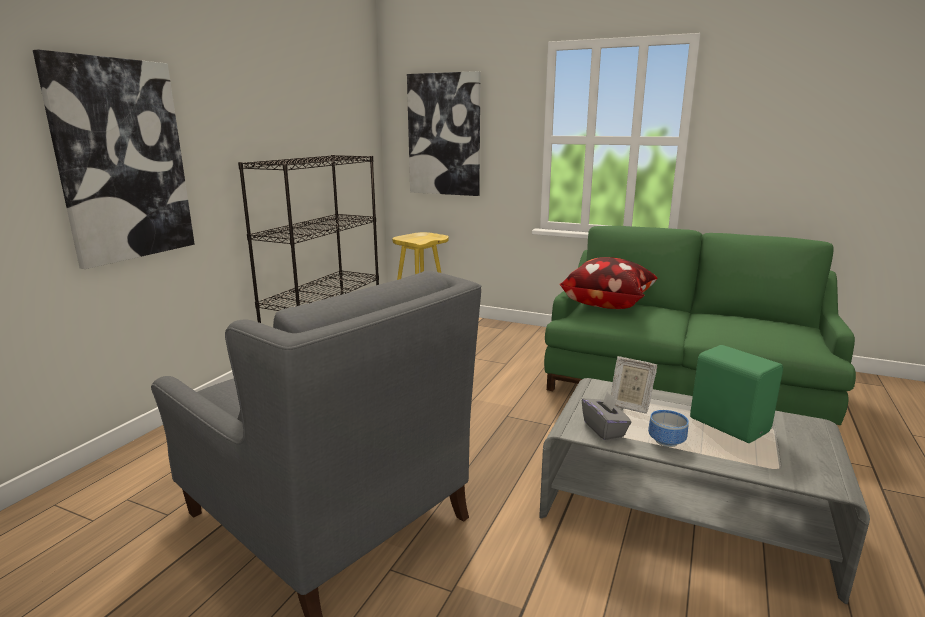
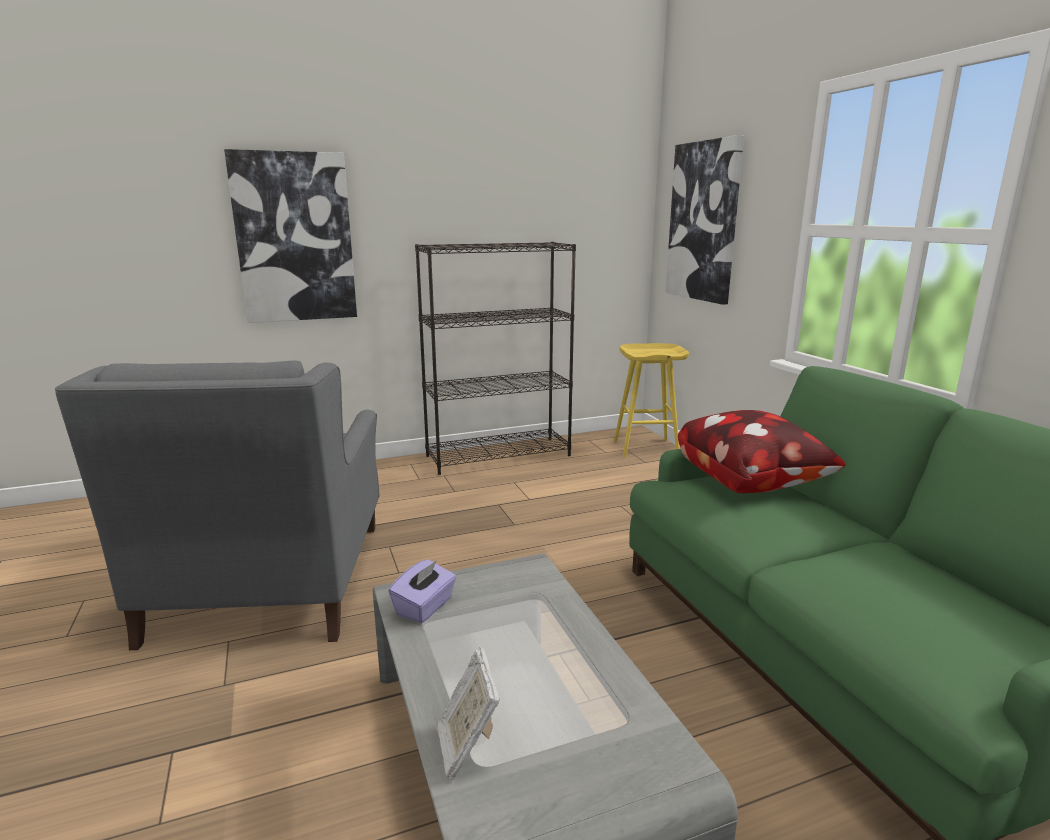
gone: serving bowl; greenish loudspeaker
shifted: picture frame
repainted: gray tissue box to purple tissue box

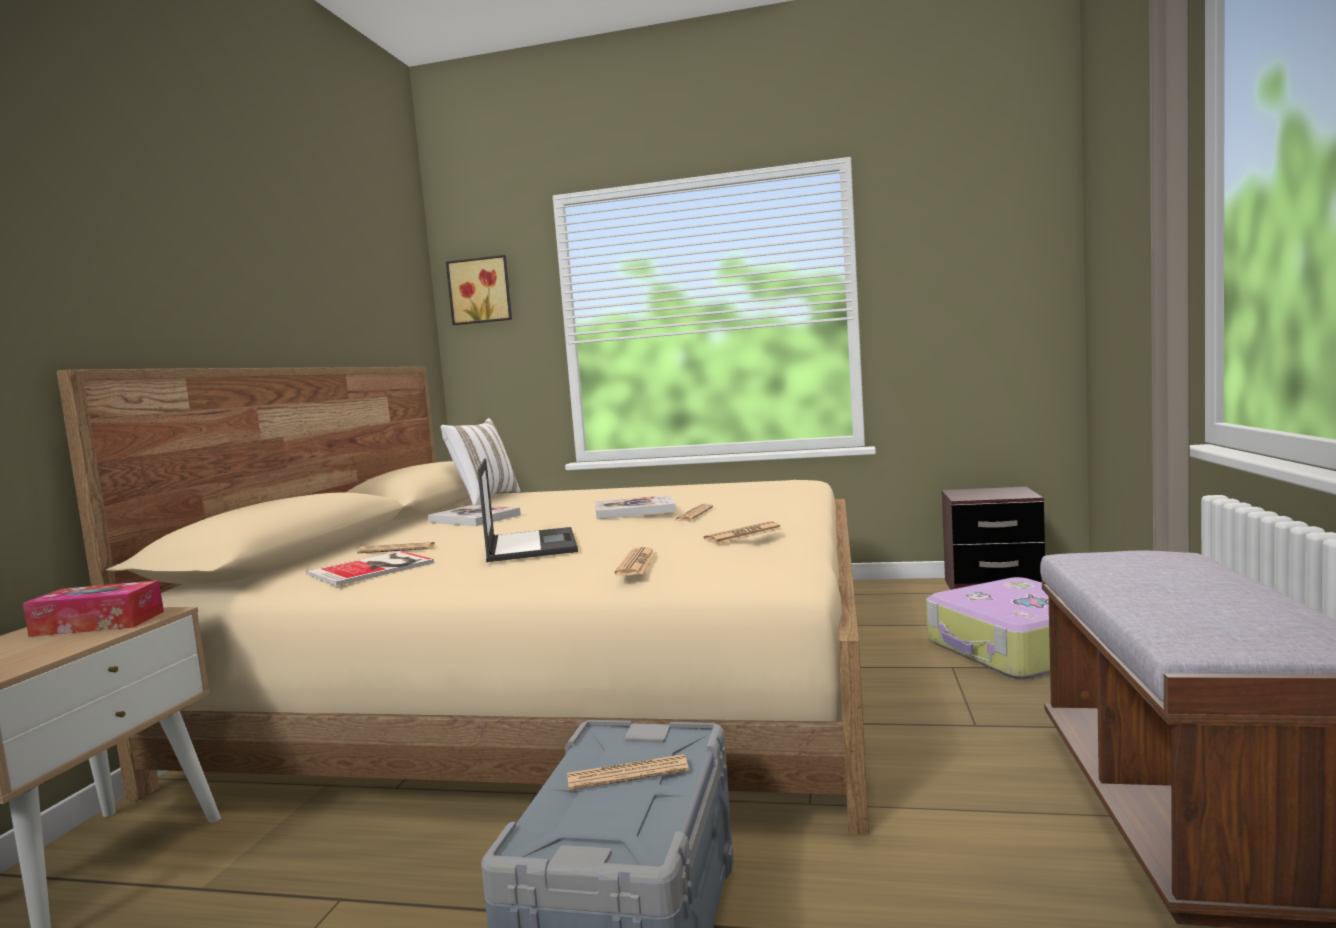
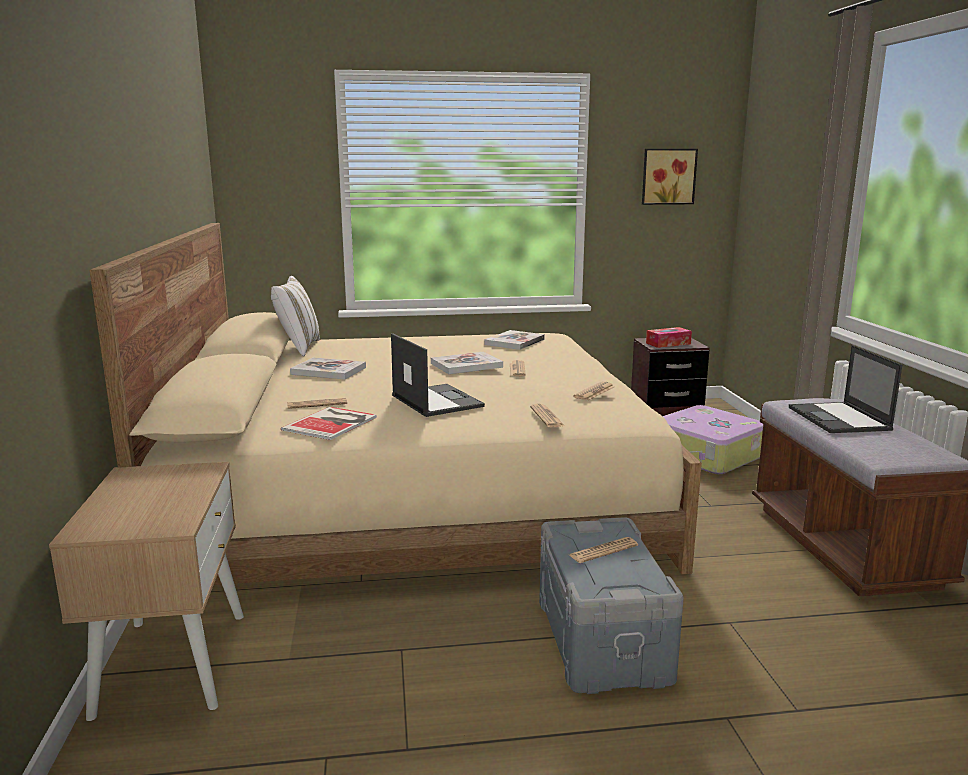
new: volume (no. 4 from left); laptop (no. 2 from left)
shifted: wall art; tissue box

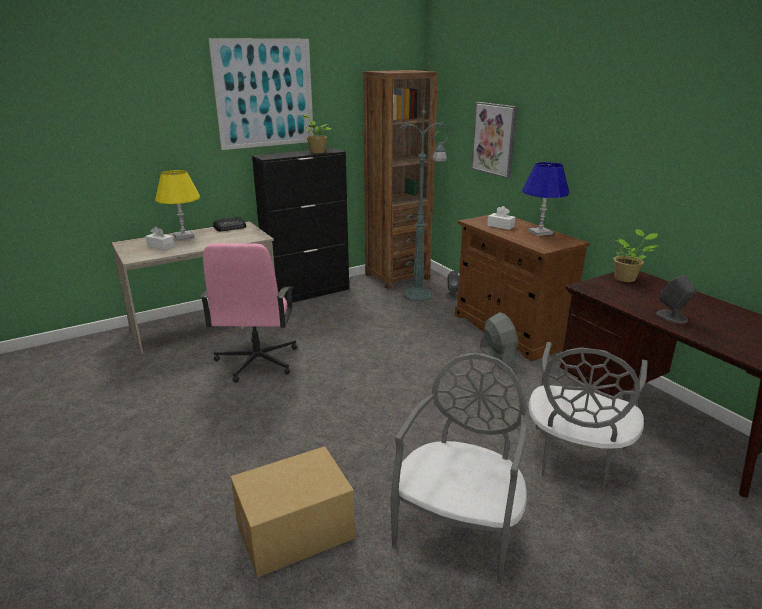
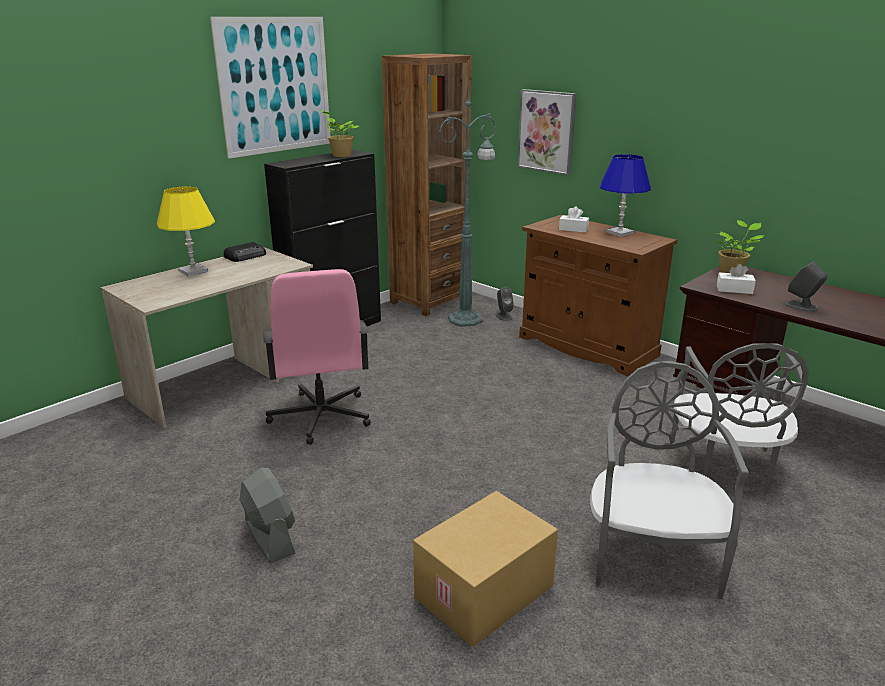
shifted: gray fan; white-coloured tissue box (no. 1 from left in the first image) to white-coloured tissue box (no. 2 from left)

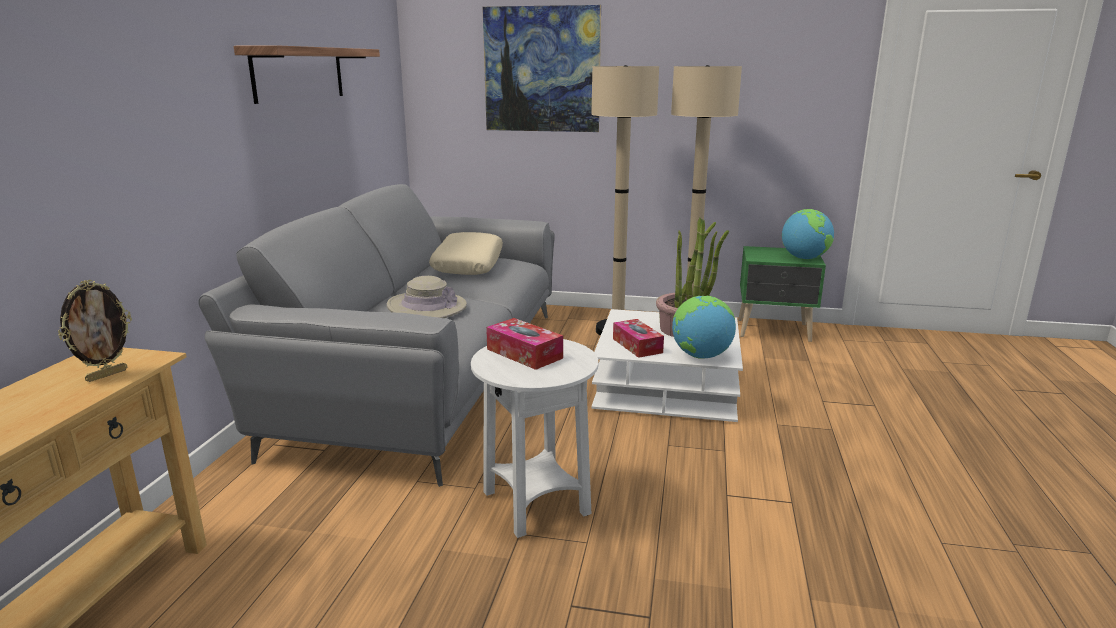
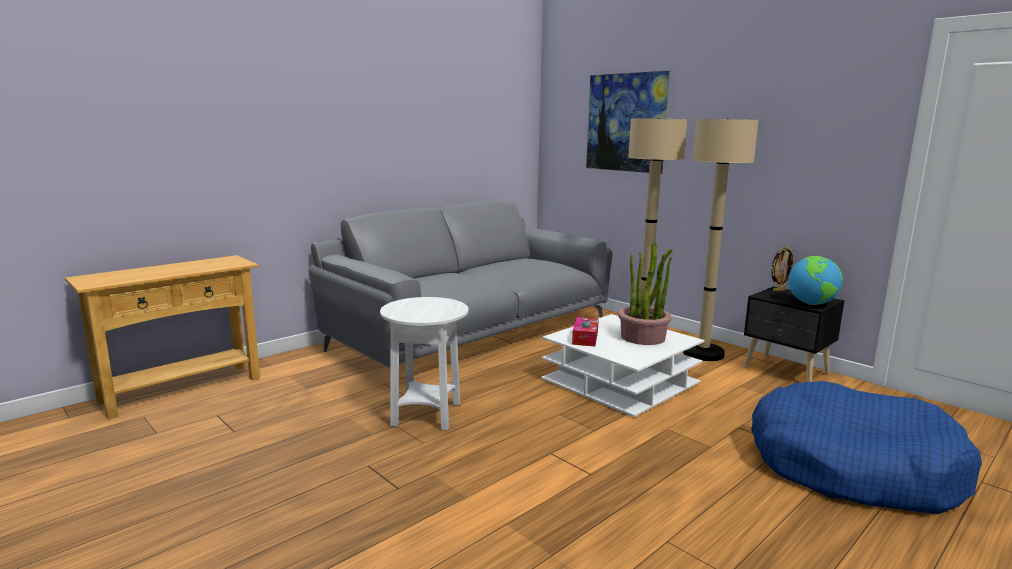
gone: shelf; sand-coloured clothing hat; sand-coloured throw pillow; tissue box (no. 1 from left); globe (no. 1 from left)
new: bluish pet bed
shifted: picture frame
repainted: greenish bedside table to black-coloured bedside table

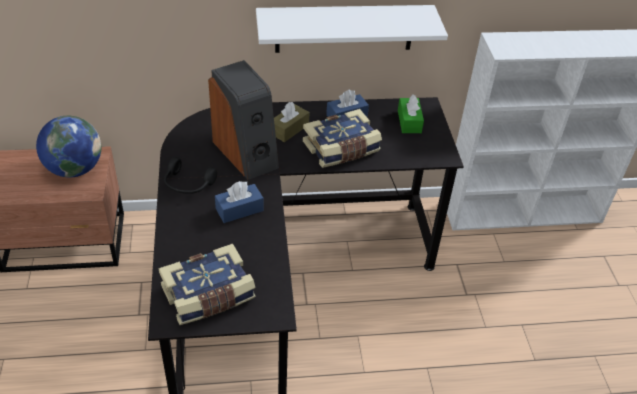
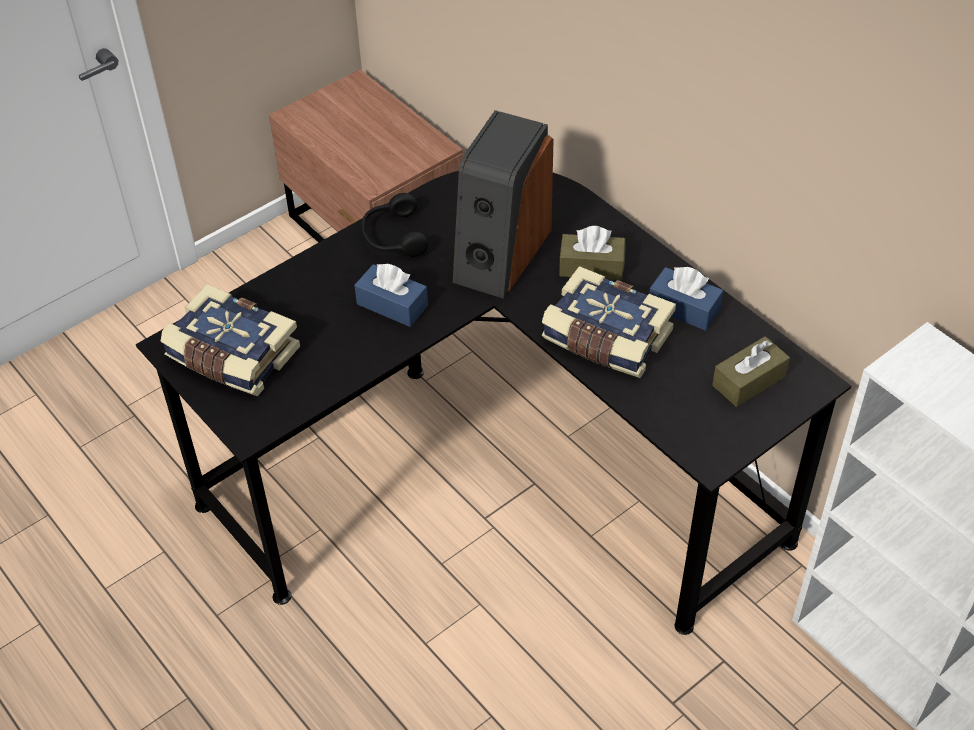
gone: globe; white-coloured shelf
repainted: greenish tissue box to brown-coloured tissue box (no. 2 from left)

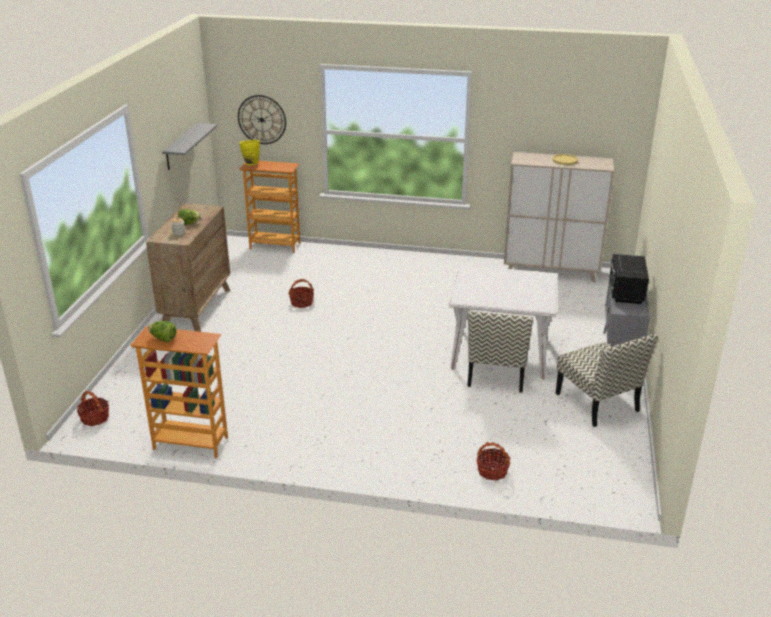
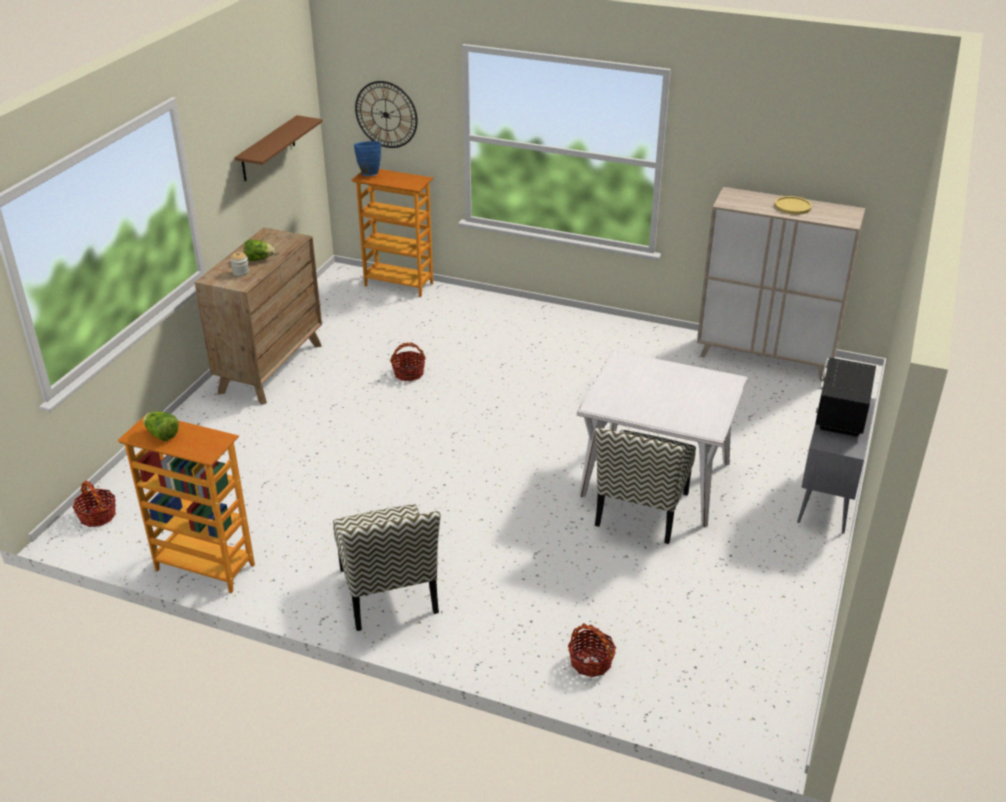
shifted: plain chair (no. 2 from left in the first image) to plain chair (no. 1 from left)
repainted: gray shelf to brown-coloured shelf; yellowish vase to bluish vase

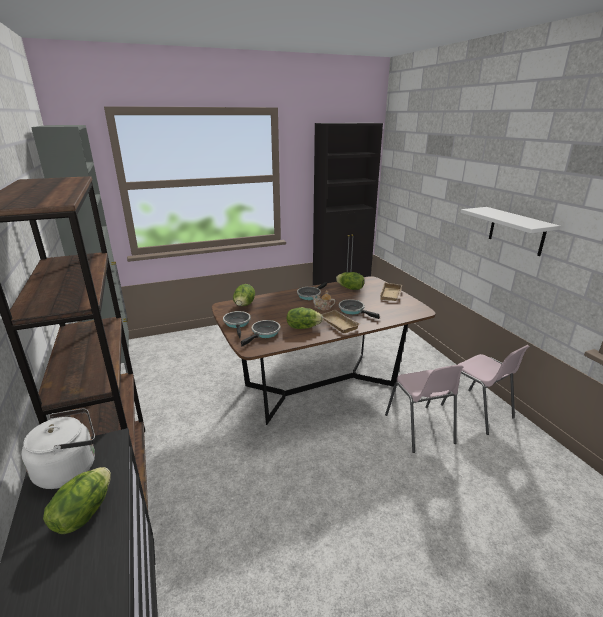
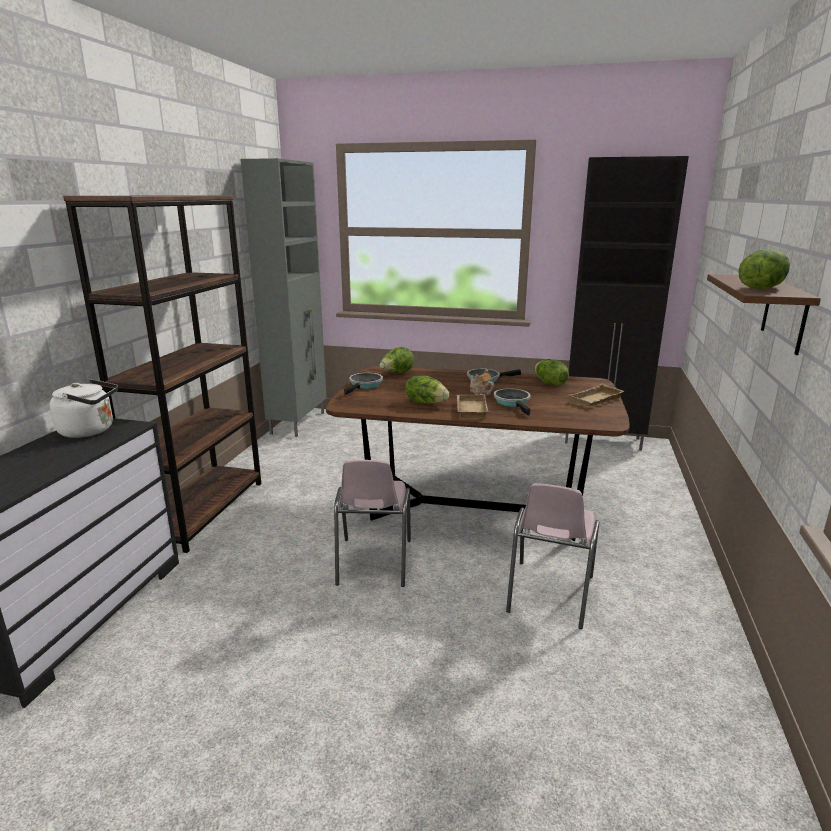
gone: frying pan (no. 2 from left)
shifted: pink plain chair (no. 2 from left in the first image) to pink plain chair (no. 1 from left); lettuce (no. 1 from left in the first image) to lettuce (no. 4 from left)
repainted: white-coloured shelf to brown-coloured shelf

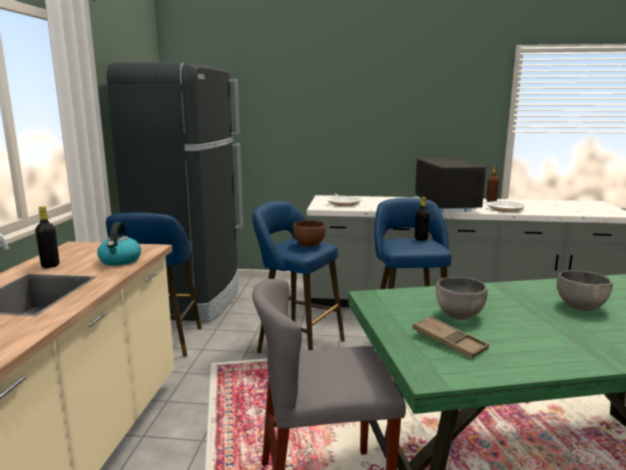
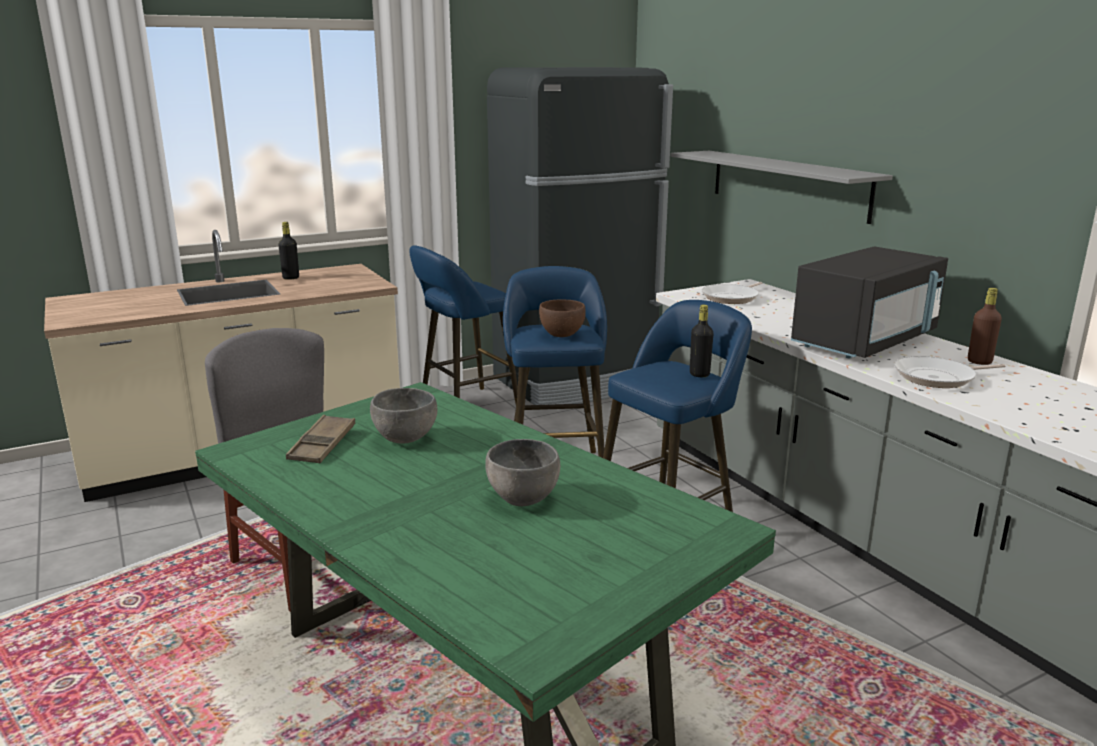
gone: tea kettle
new: gray shelf

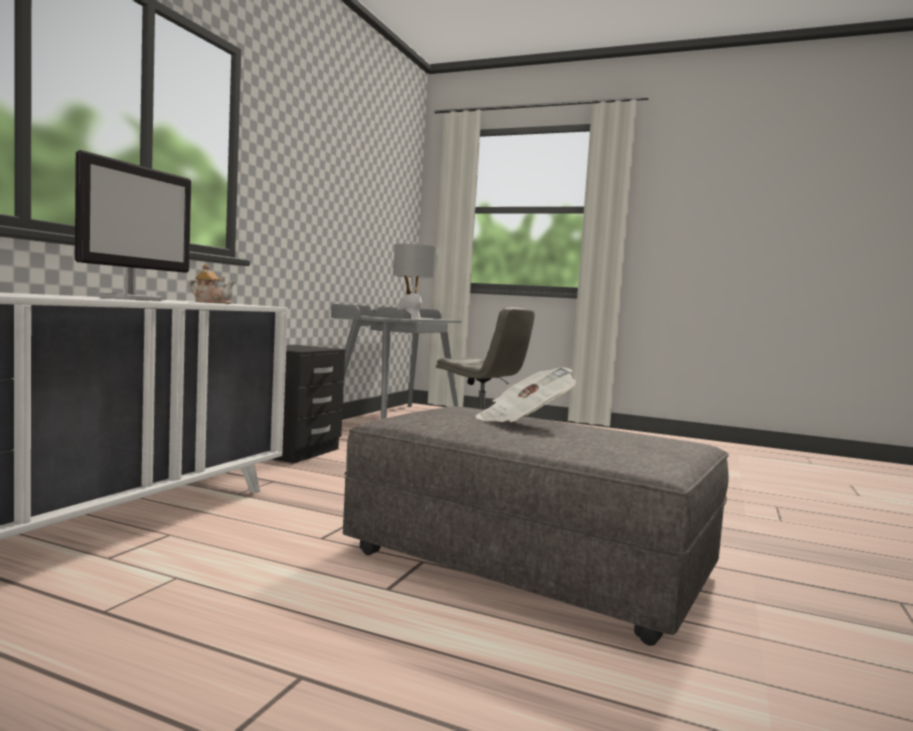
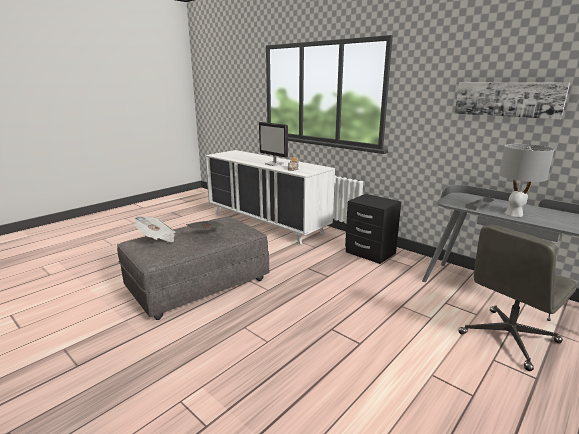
new: newspaper (no. 1 from left); wall art

